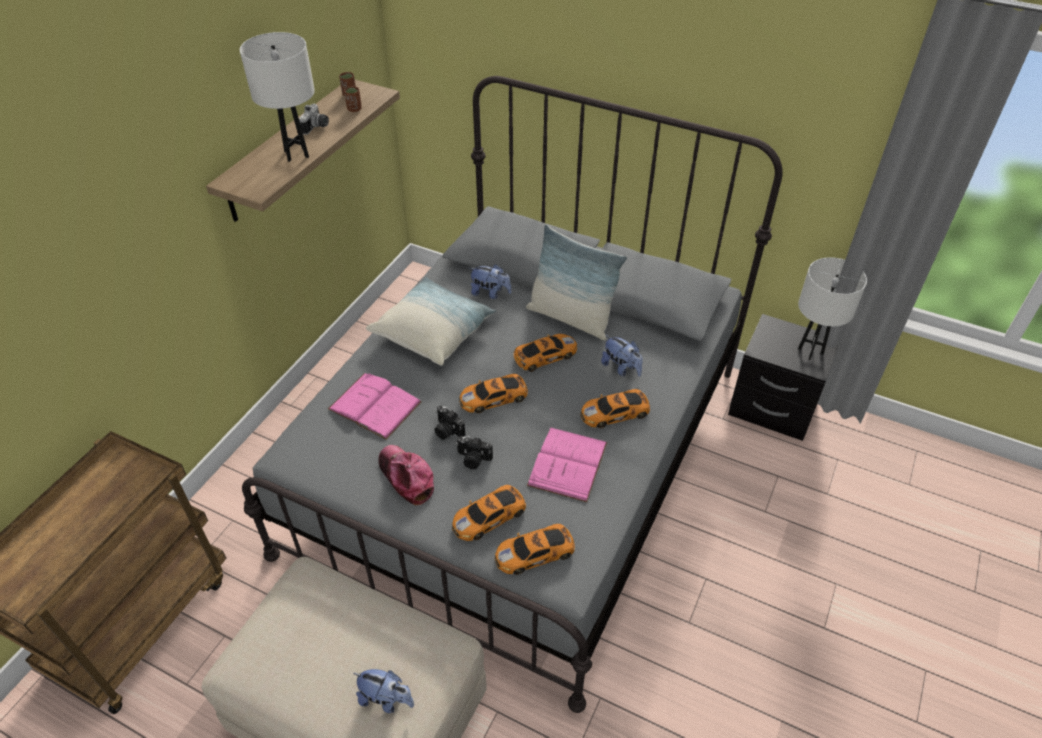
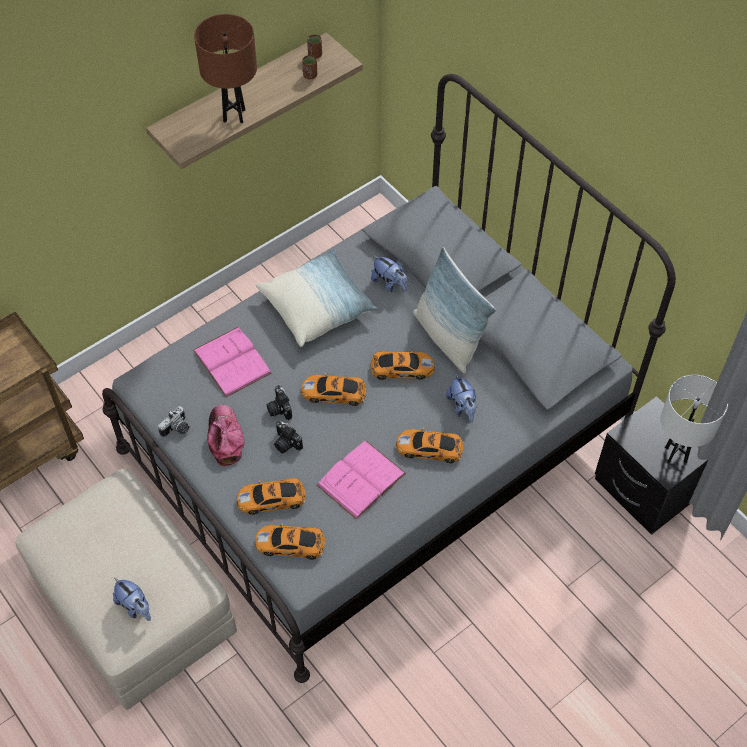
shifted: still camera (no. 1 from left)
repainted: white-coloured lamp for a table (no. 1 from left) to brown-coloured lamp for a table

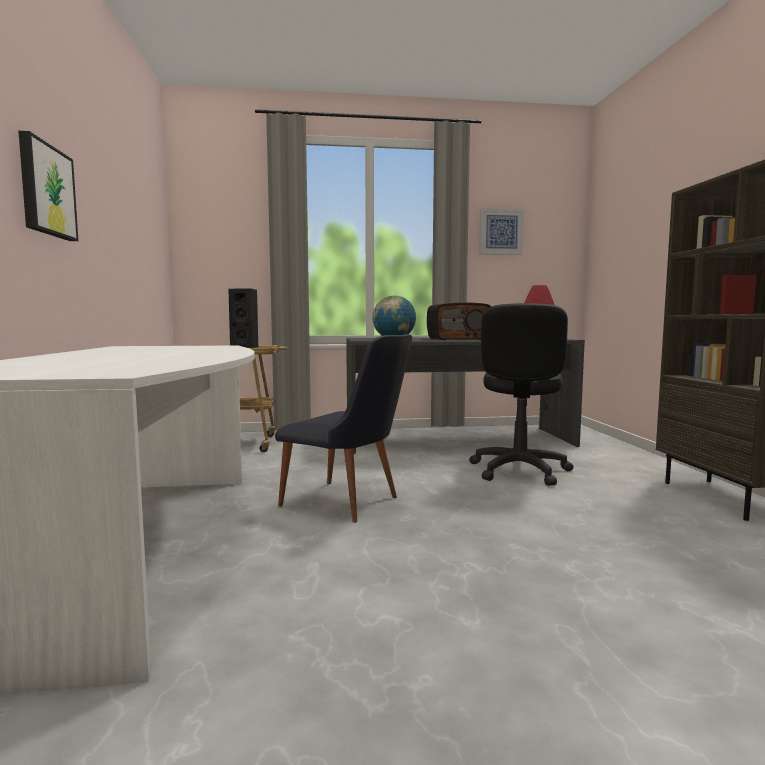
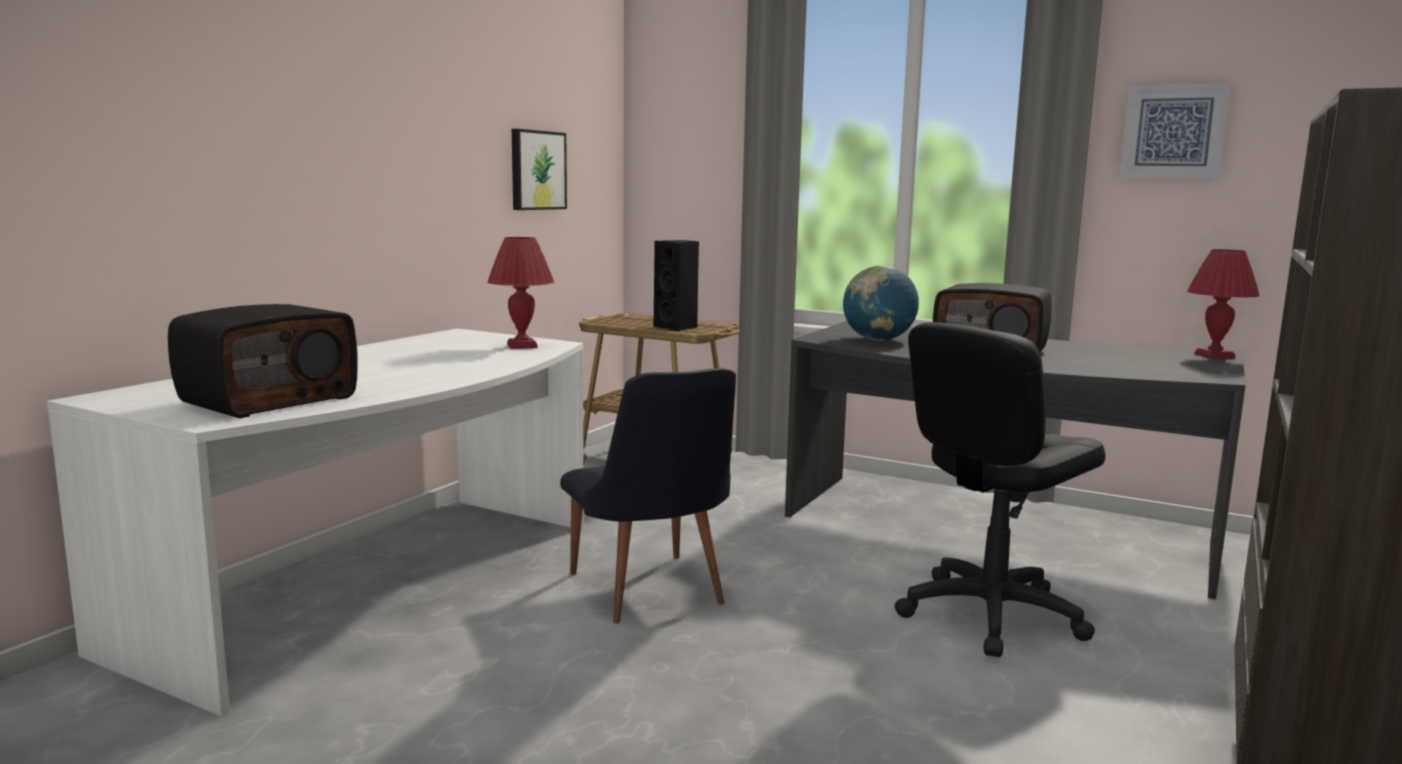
new: radio set (no. 1 from left); red lamp for a table (no. 1 from left)
shifted: wall art (no. 1 from left)

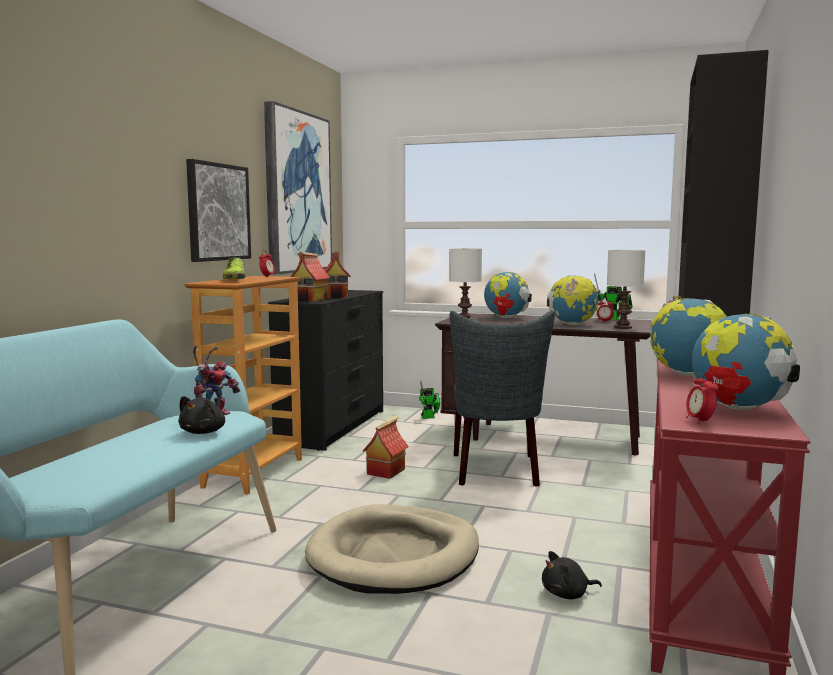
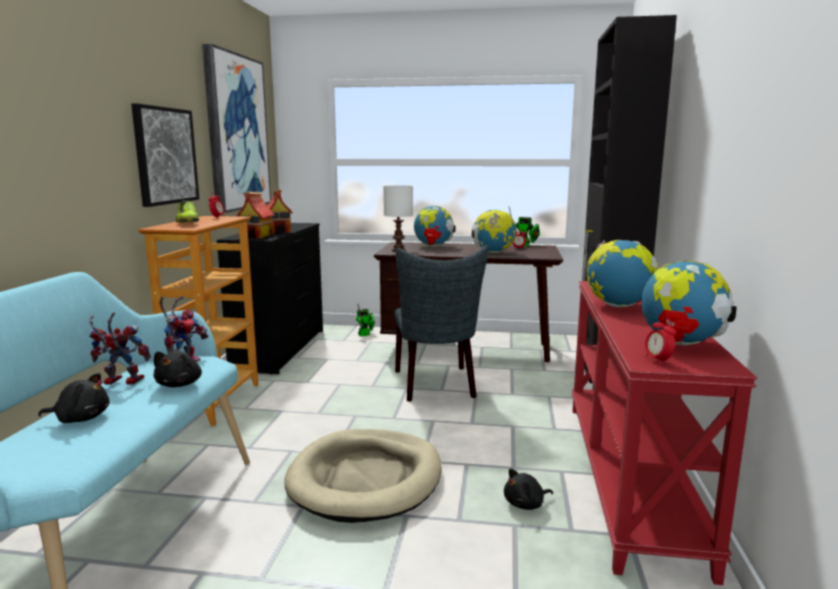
gone: miniature house (no. 3 from left); white-coloured lamp for a table (no. 2 from left)
new: black-coloured soft toy (no. 1 from left); robot figure (no. 1 from left)

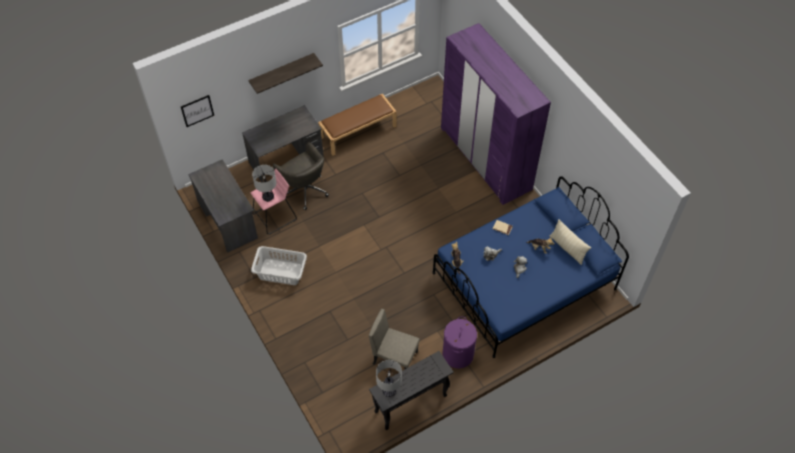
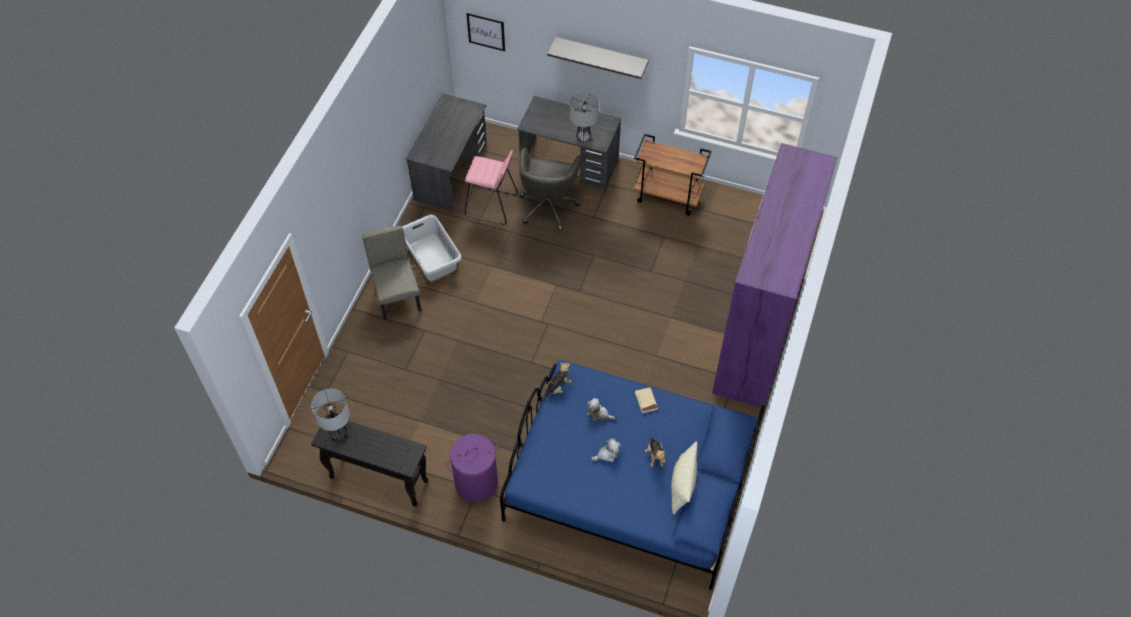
shifted: sand-coloured plain chair; lamp for a table (no. 1 from left in the first image) to lamp for a table (no. 2 from left)
swapped: brown-coloured bench to brown-coloured wheeled cart

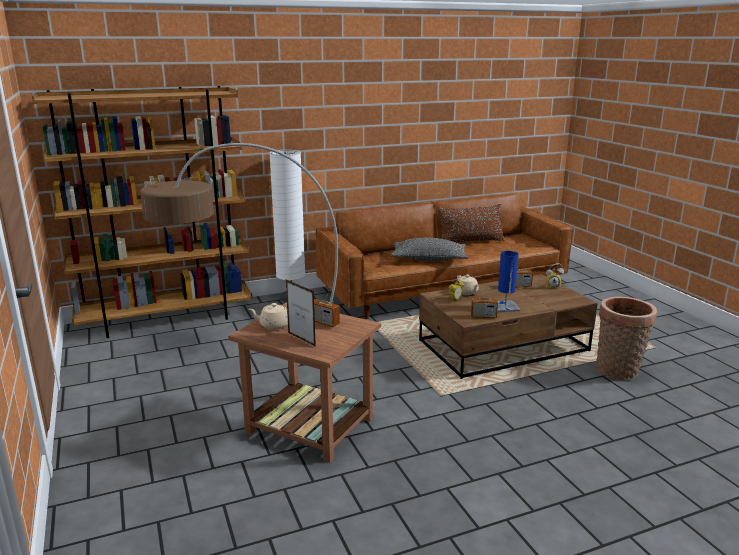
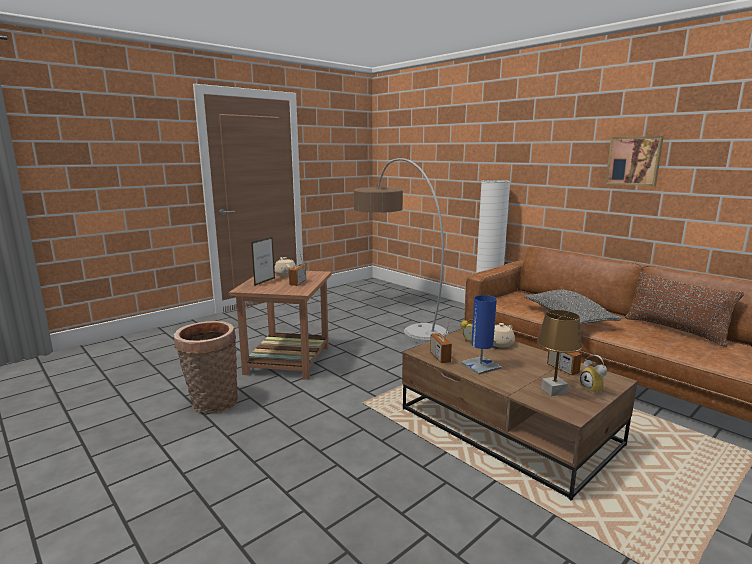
gone: brown-coloured shelving unit
new: brown-coloured lamp for a table; wall art
shifted: household basket

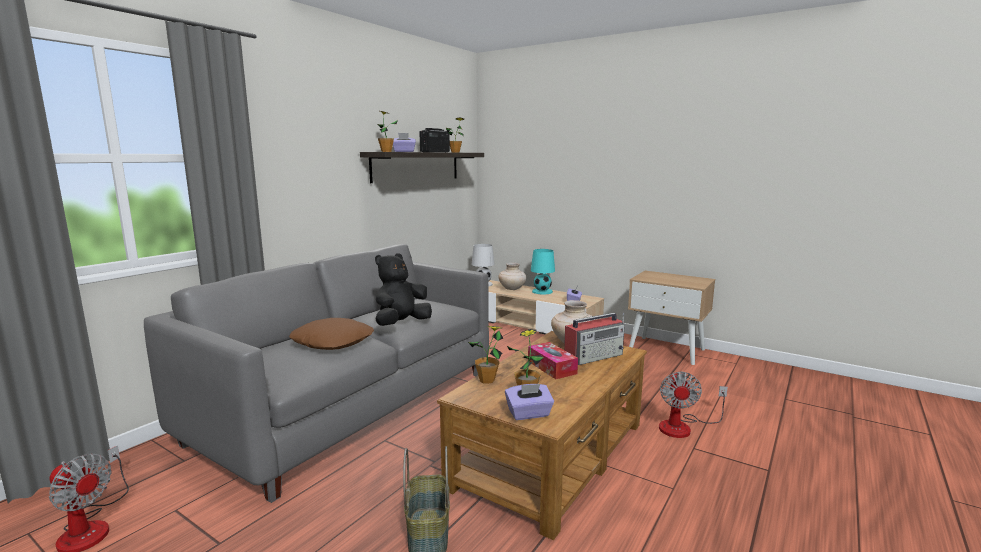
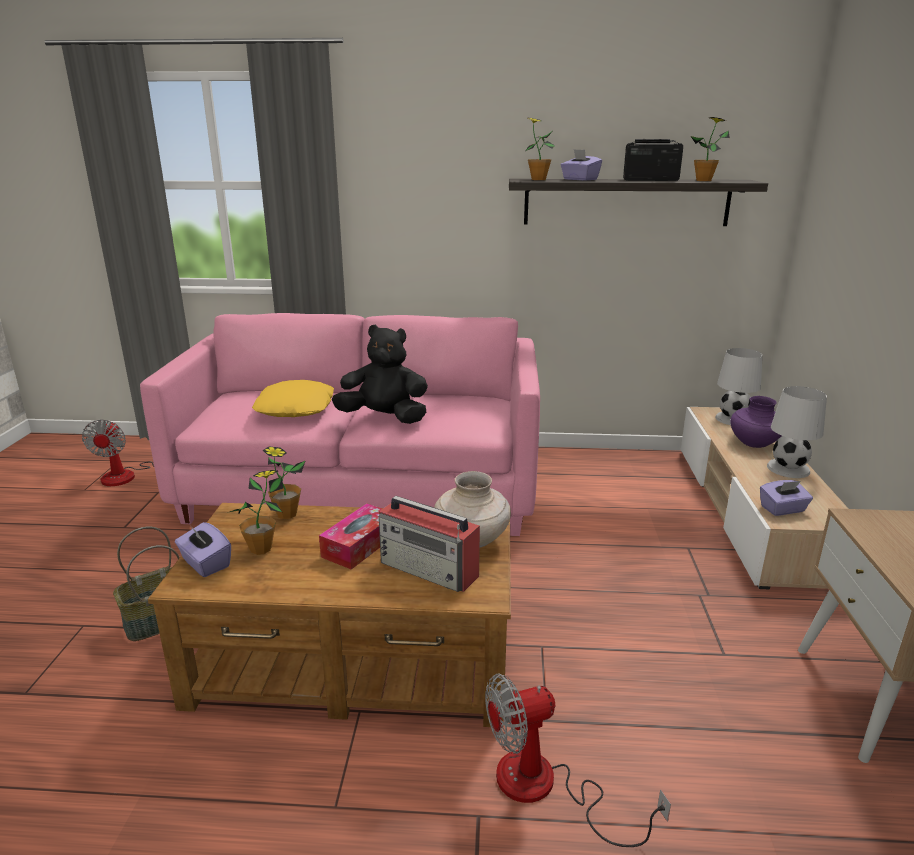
repainted: gray settee to pink settee; brown-coloured throw pillow to yellowish throw pillow; sand-coloured vase (no. 1 from left) to purple vase; turquoise-coloured lamp for a table to white-coloured lamp for a table (no. 2 from left)

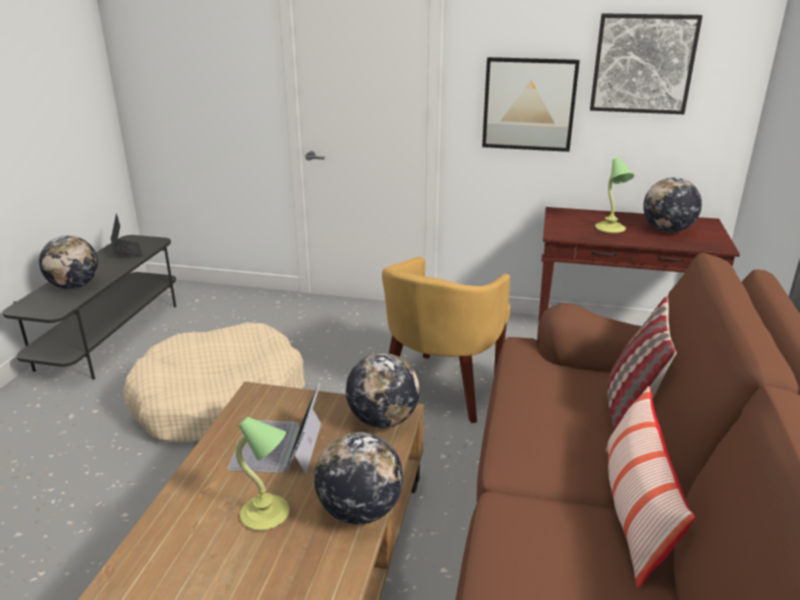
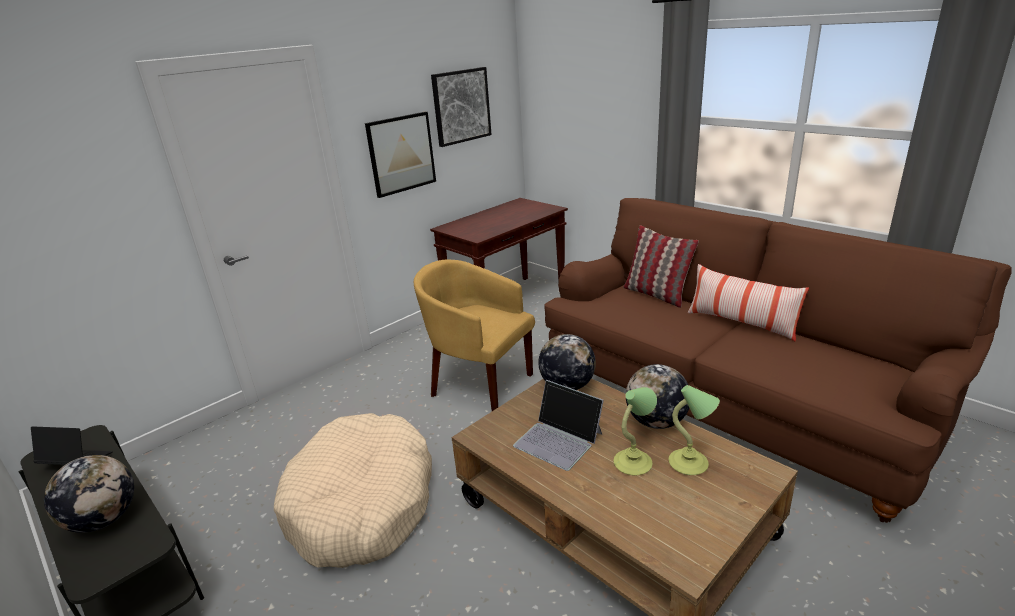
gone: globe (no. 4 from left)
shifted: lamp for a table (no. 2 from left)
rotated: yellowish lounge chair 150 degrees clockwise

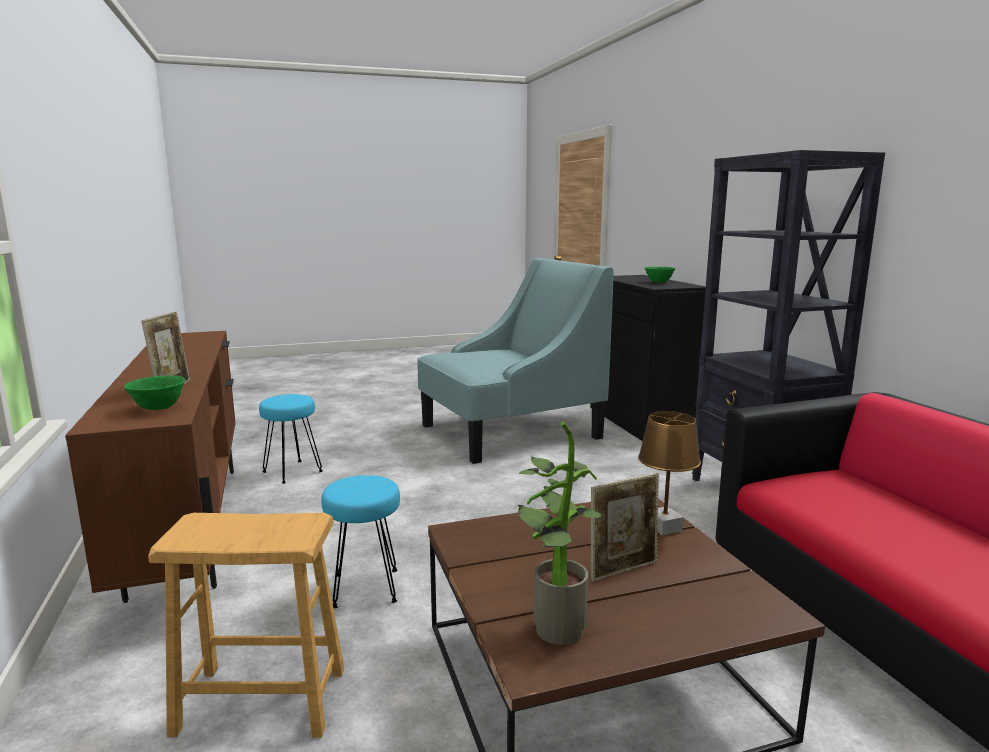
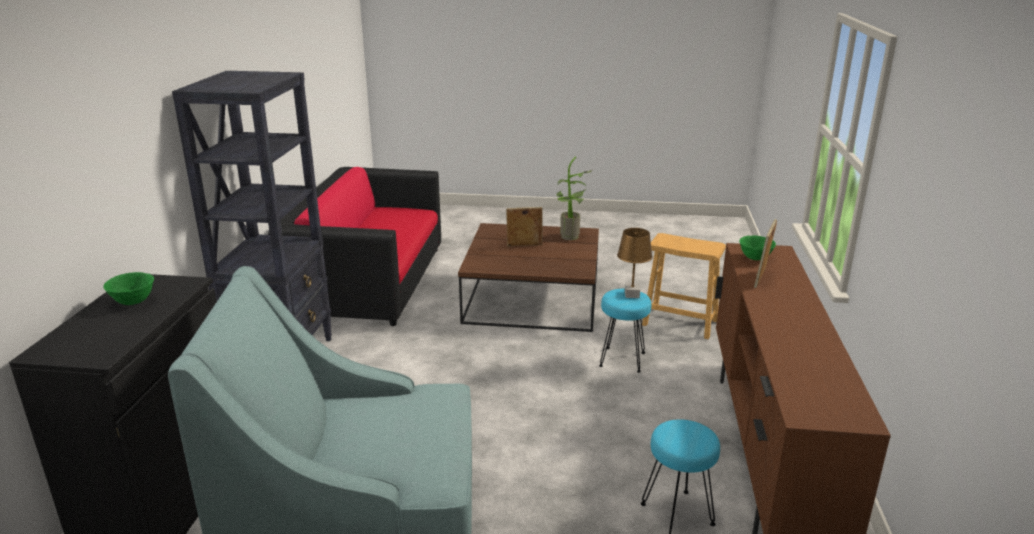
shifted: brown-coloured lamp for a table

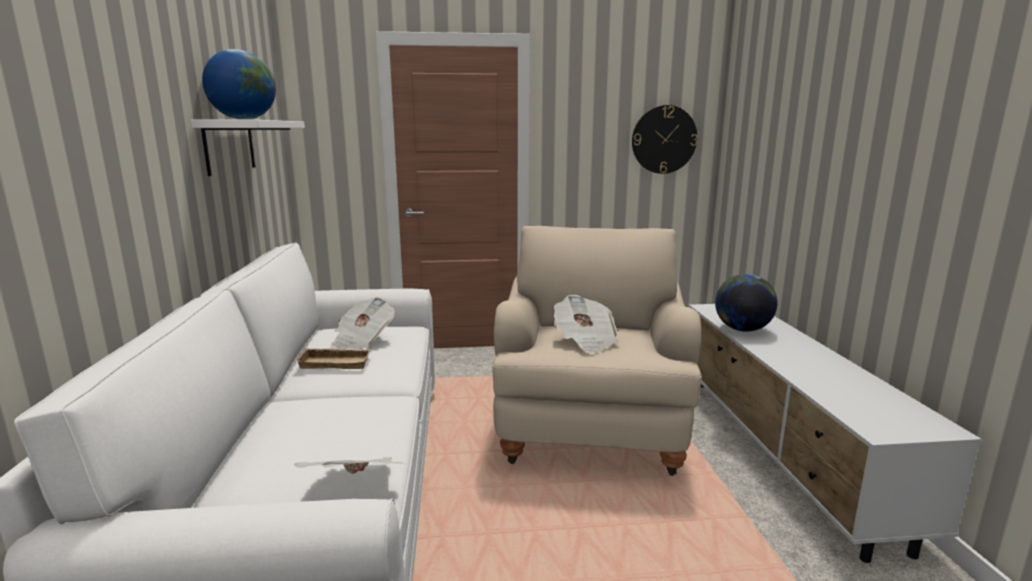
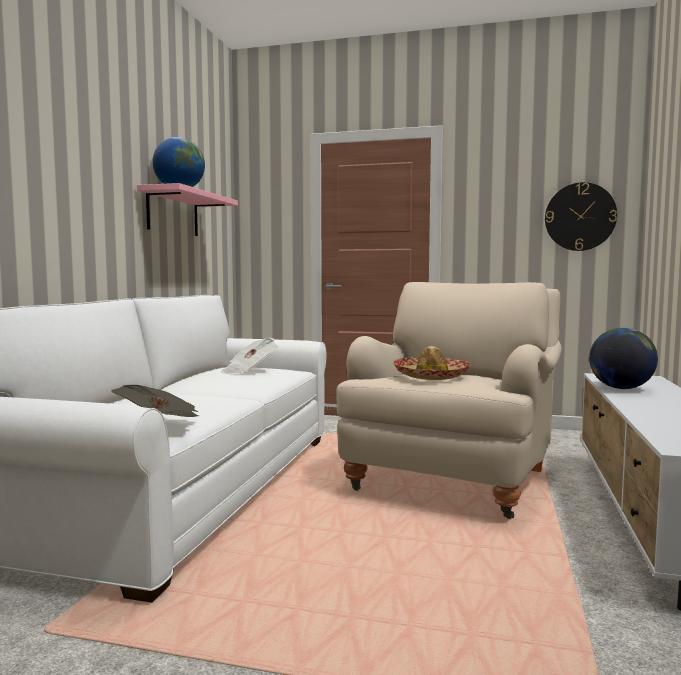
gone: sand-coloured carrying tray
swapped: newspaper (no. 3 from left) to clothing hat
repainted: white-coloured shelf to pink shelf

